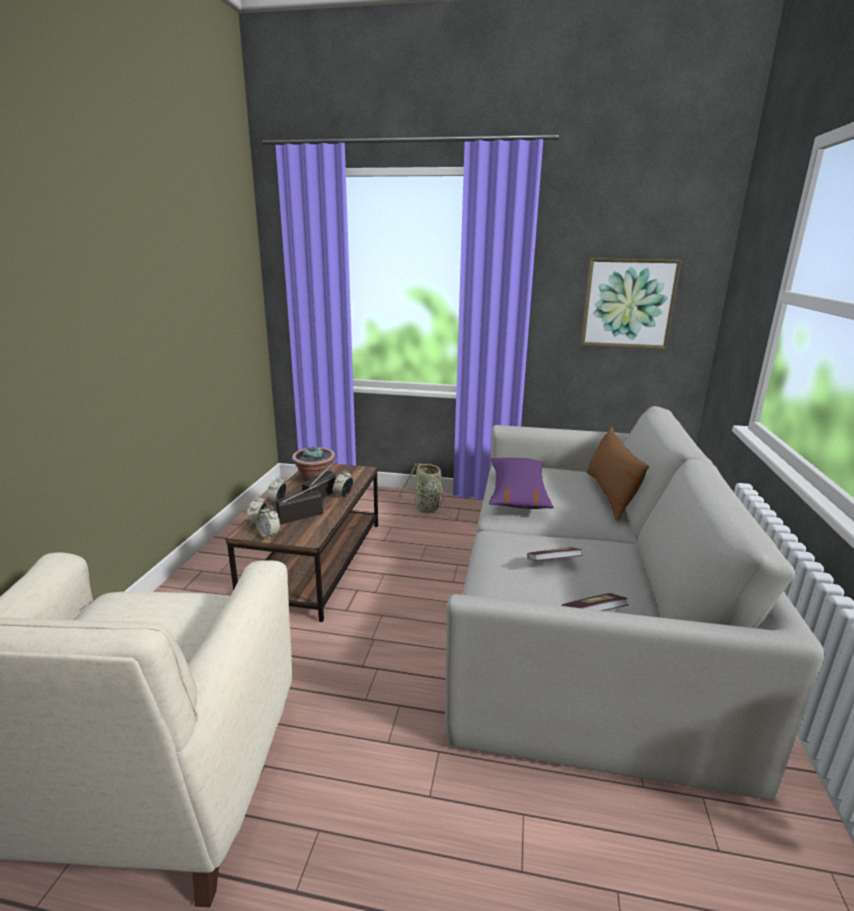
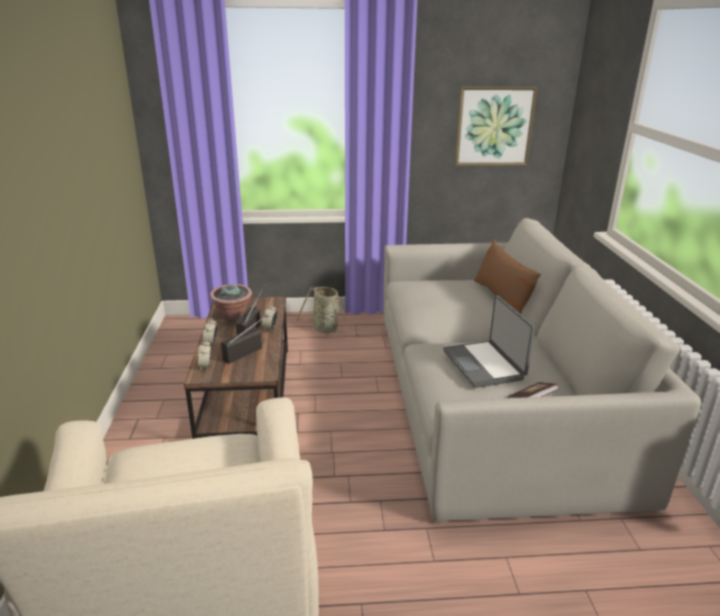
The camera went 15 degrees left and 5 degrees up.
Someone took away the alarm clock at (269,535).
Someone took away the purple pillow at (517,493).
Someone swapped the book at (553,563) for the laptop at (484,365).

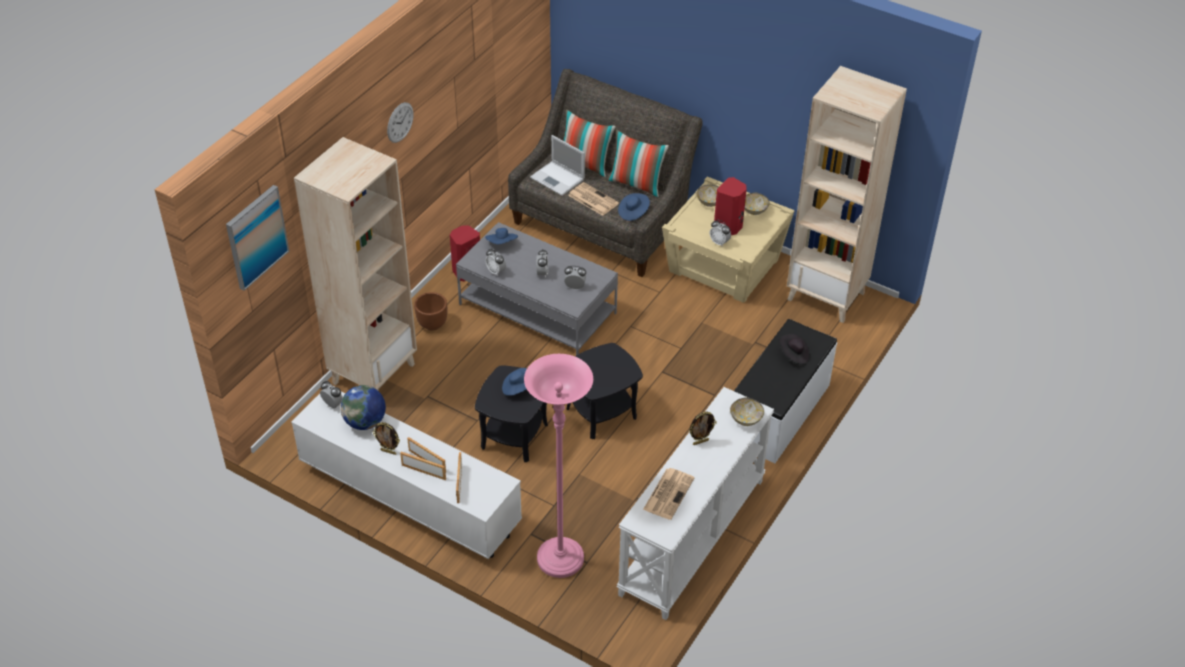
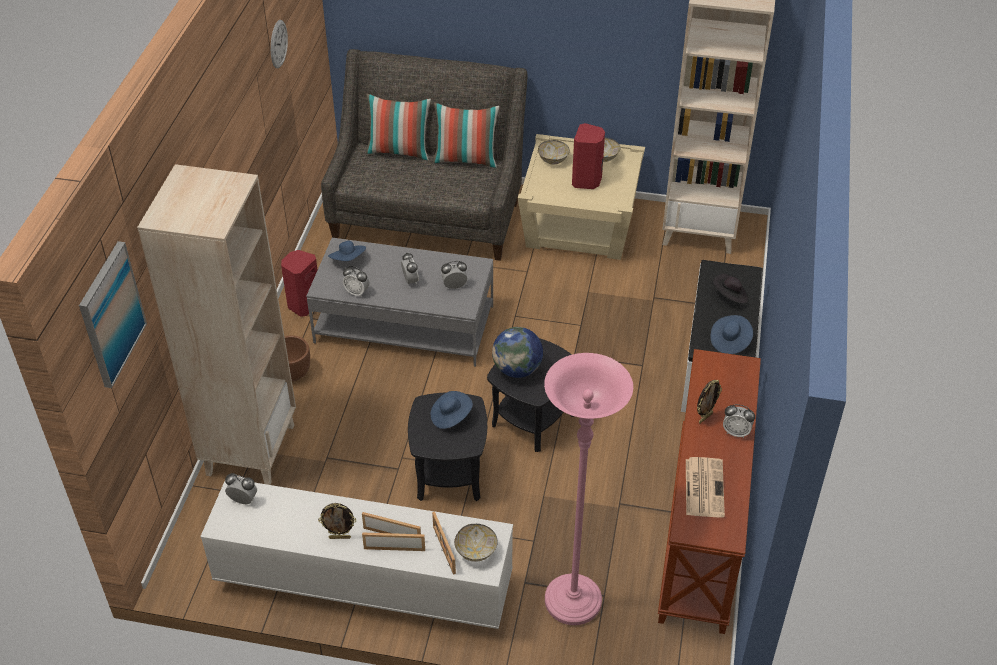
The camera went 20 degrees left and 0 degrees up.
Someone carried the globe from (365,422) to (517,369).
Someone carried the wall clock from (400,122) to (278,44).
Someone took away the laptop at (558,179).
Someone took away the newspaper at (592,199).
Someone repainted the white console table at (693,537), which became the brown console table at (703,529).
Someone carried the blue hat from (633,212) to (730,341).
Someone carried the alarm clock from (719,242) to (736,432).
Someone carried the bowl from (746,419) to (476,551).

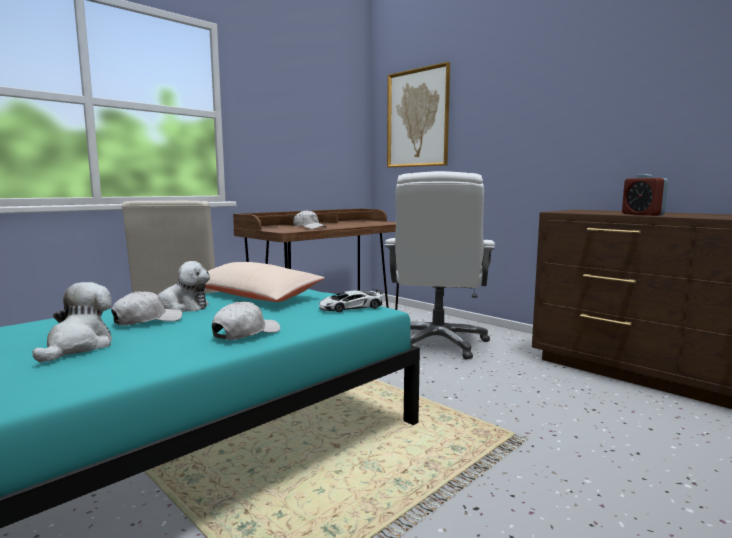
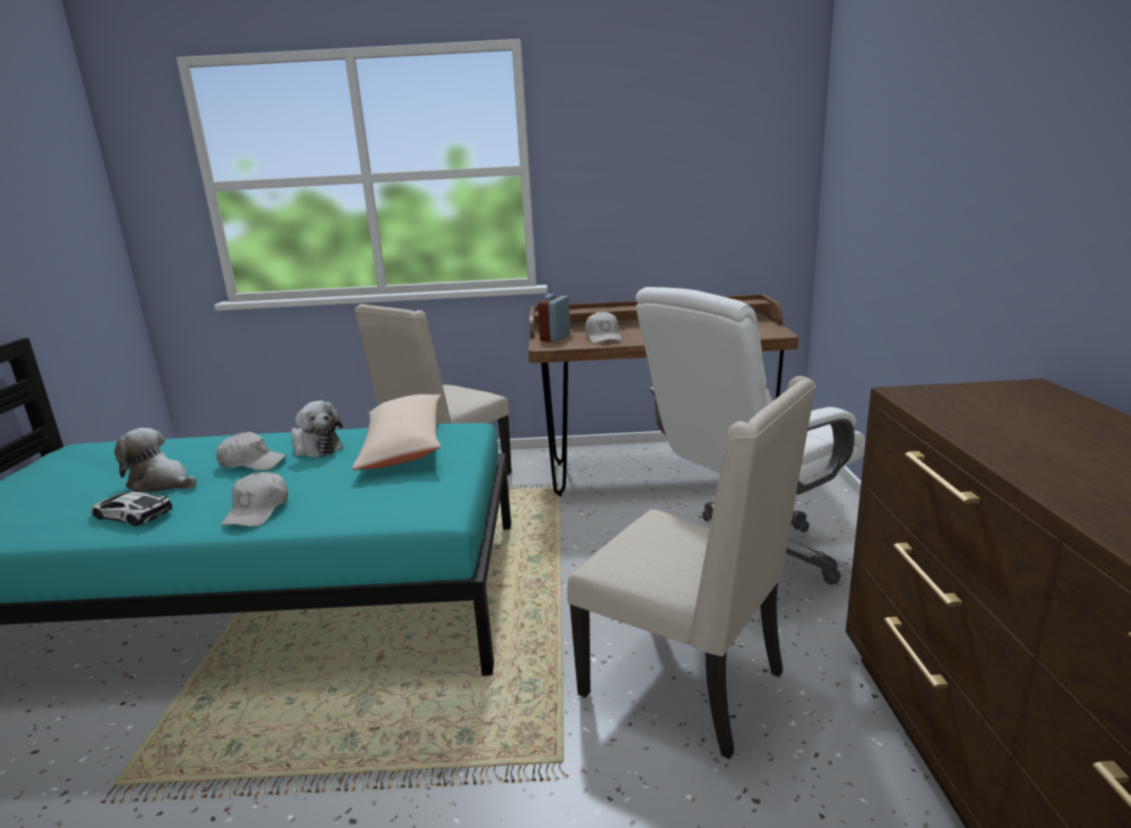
The camera went 45 degrees right and 10 degrees up.
Someone rotated the plush toy at (78,346) by 120 degrees counterclockwise.
Someone rotated the white cap at (246,333) by 105 degrees clockwise.
Someone carried the toy car from (351,307) to (132,514).
Someone took away the picture at (418,118).
Someone carried the alarm clock from (642,214) to (555,337).
Someone put down the beige chair at (687,684).

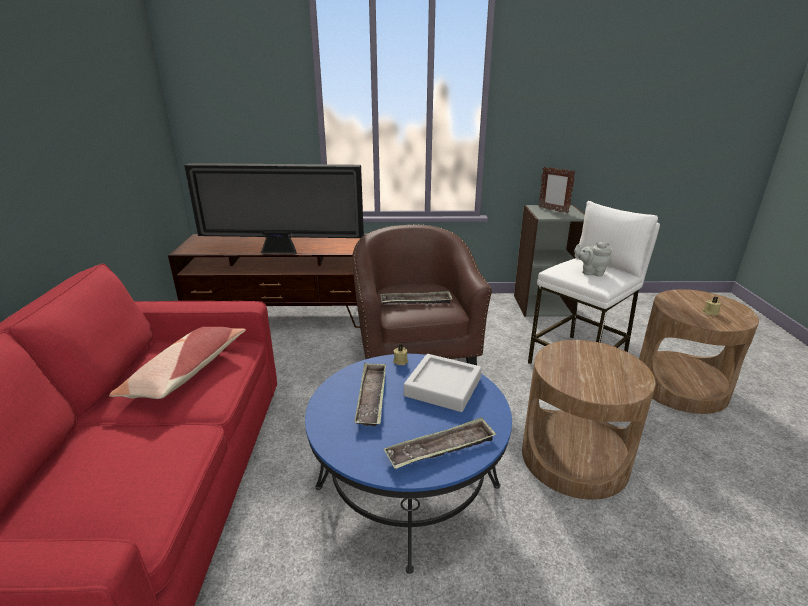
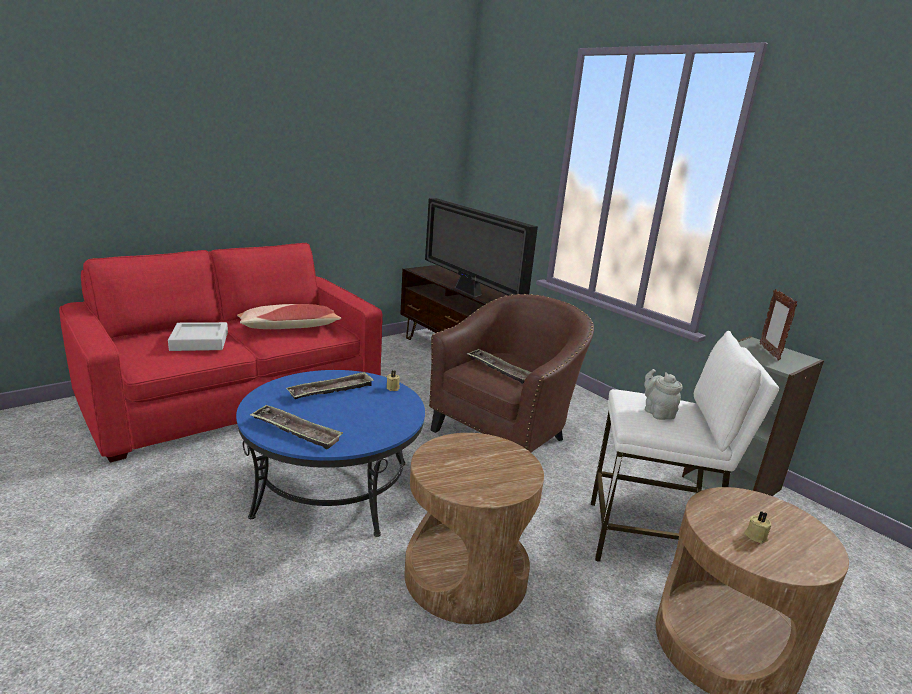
The camera went 50 degrees right and 5 degrees down.
Someone carried the grey tray from (443,387) to (199,341).

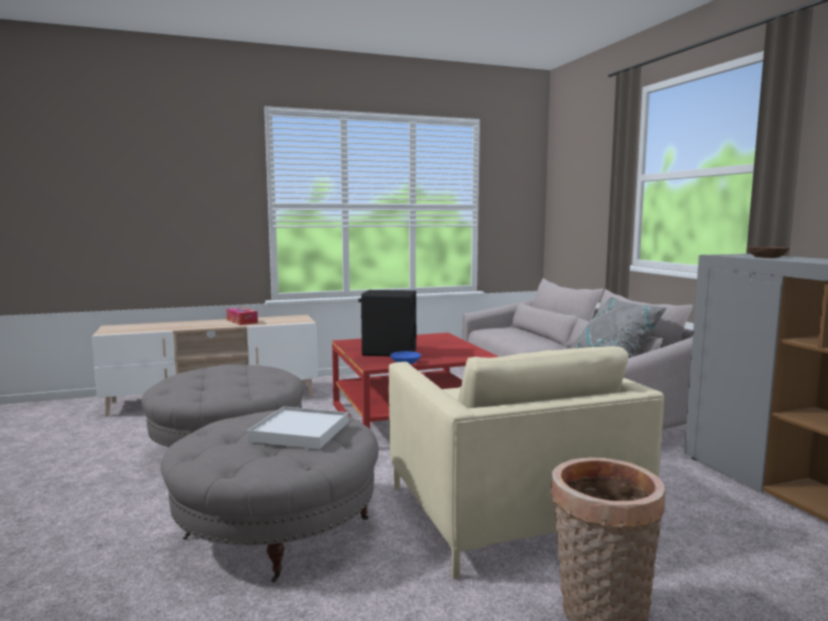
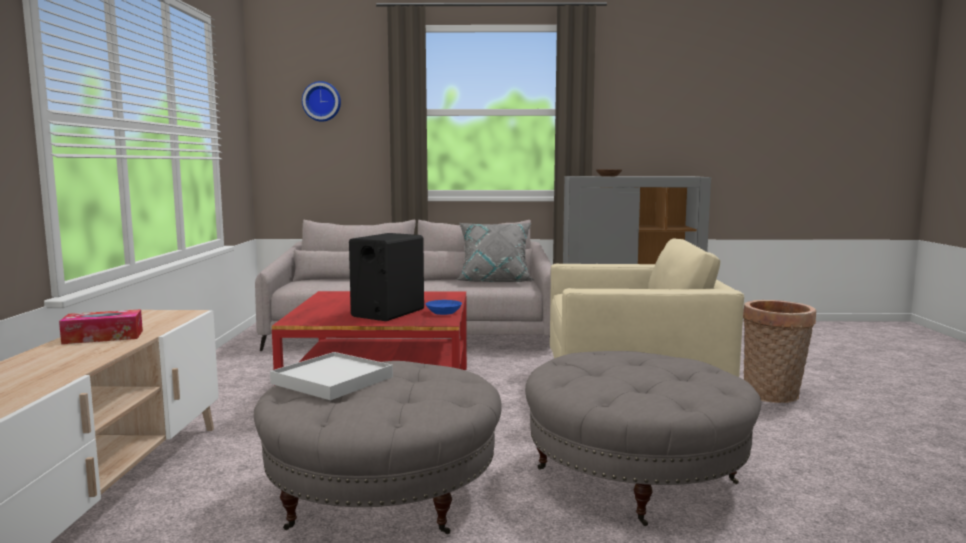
The camera went 70 degrees left and 0 degrees up.
Someone carried the white tray from (299,432) to (332,380).
Someone put up the wall clock at (322,101).

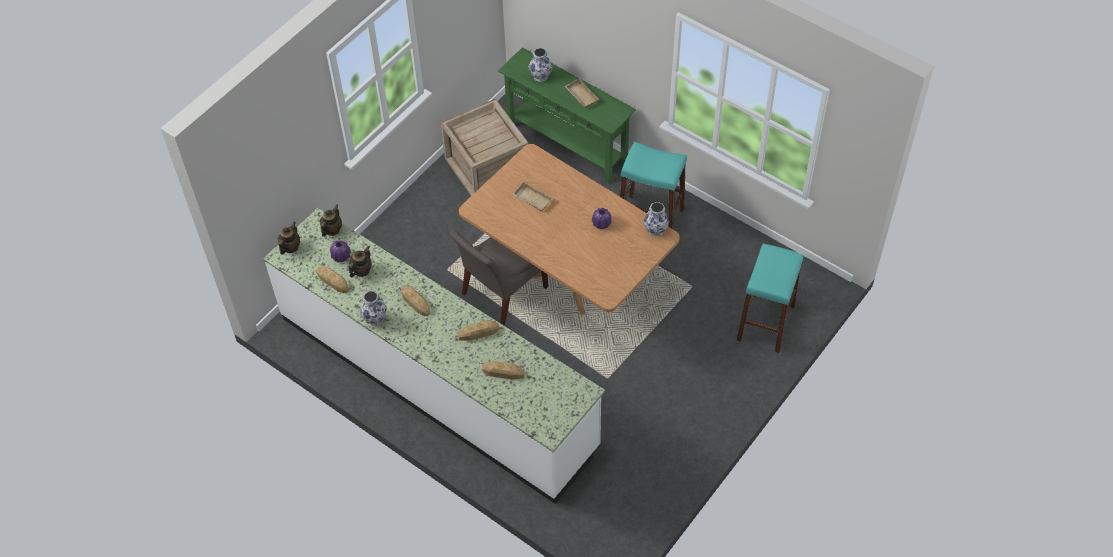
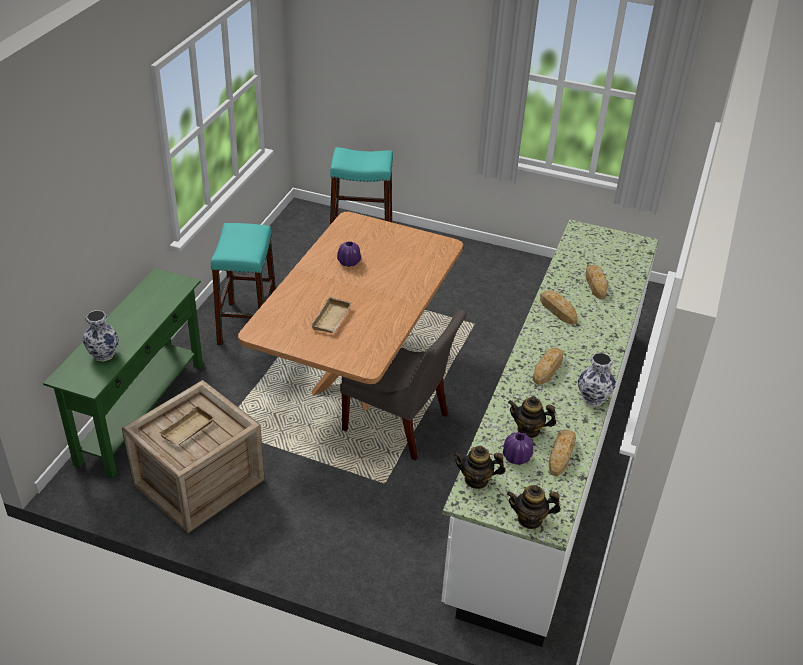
The camera went 110 degrees left and 15 degrees down.
Someone carried the beige tray from (580,96) to (188,431).
Someone took away the vase at (656,230).

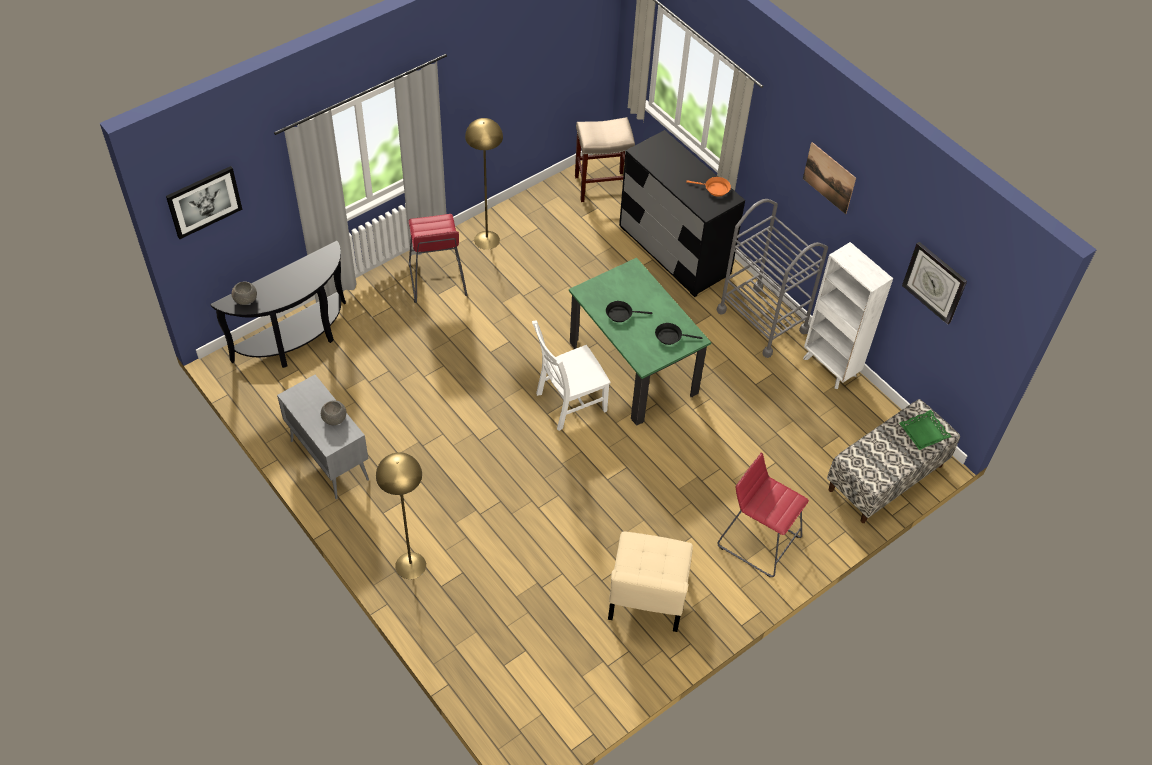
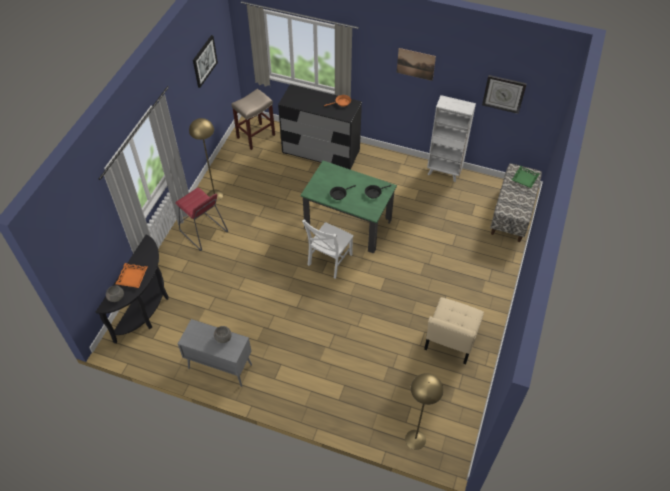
The camera went 30 degrees left and 0 degrees up.
Someone carried the picture from (204,201) to (204,61).
Someone carried the yellow floor lamp from (411,565) to (415,439).
Someone rotated the beige chair at (646,599) by 45 degrees clockwise.
Someone took away the grey cart at (762,321).
Someone took away the red stool at (759,541).
Someone put down the orange tray at (132,277).

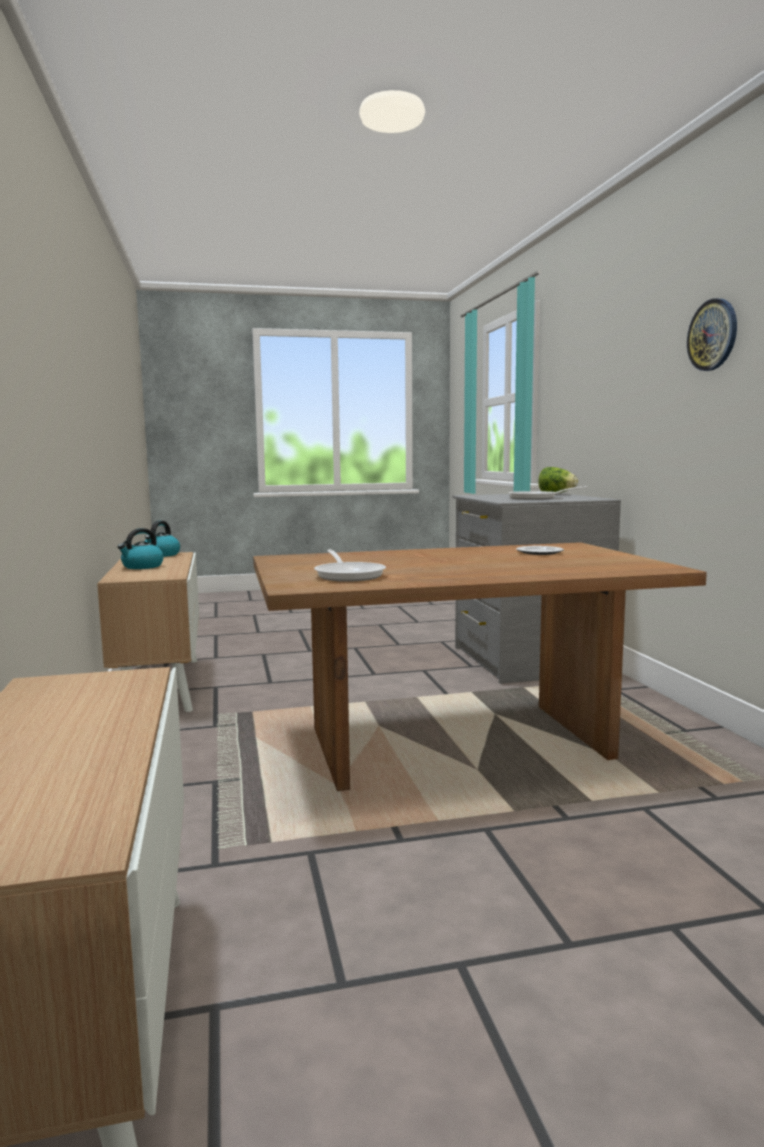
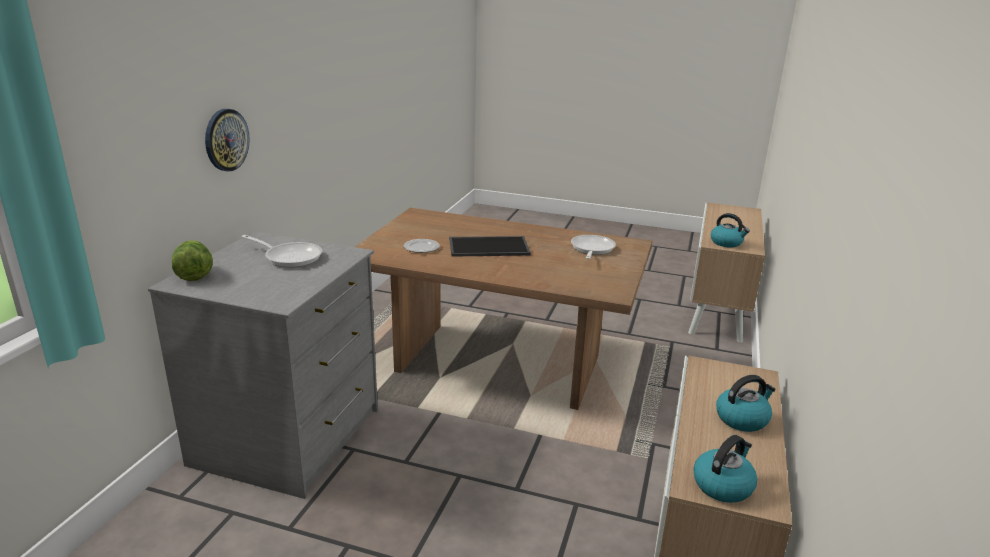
The camera went 150 degrees left and 15 degrees up.
Someone carried the wall clock from (713,335) to (226,140).
Someone put down the tray at (489,246).
Someone put down the kettle at (727,243).

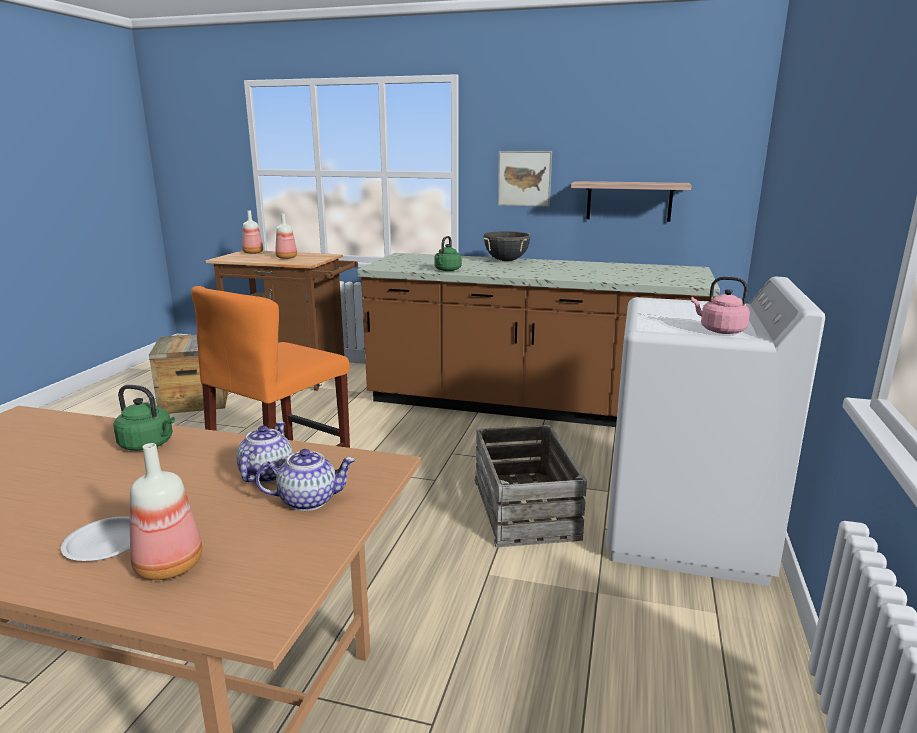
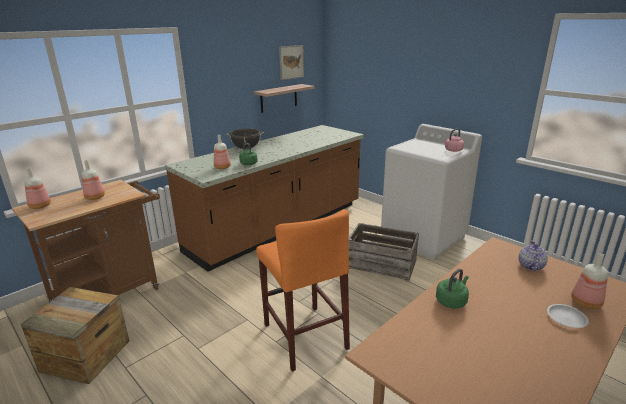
The camera went 60 degrees left and 5 degrees up.
Someone took away the teapot at (266,474).
Someone carried the picture from (524,178) to (291,62).
Someone put down the bottle at (222,167).

